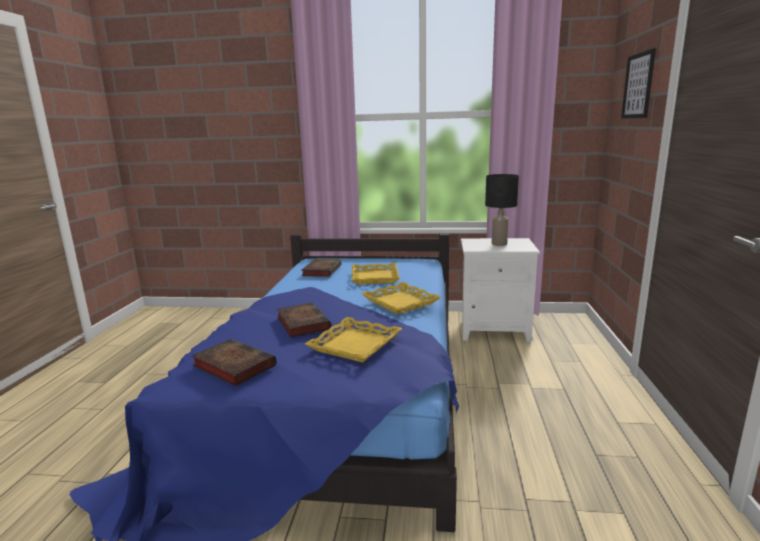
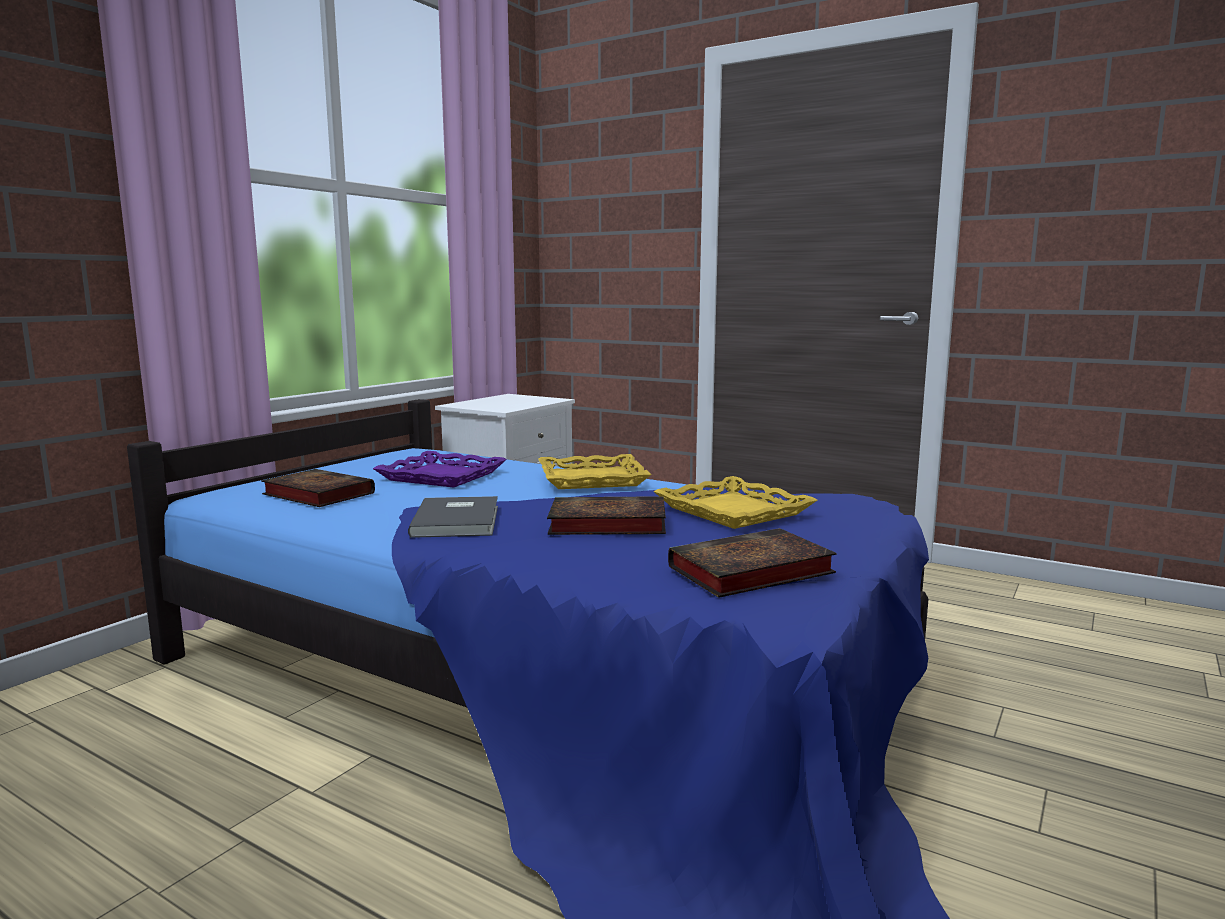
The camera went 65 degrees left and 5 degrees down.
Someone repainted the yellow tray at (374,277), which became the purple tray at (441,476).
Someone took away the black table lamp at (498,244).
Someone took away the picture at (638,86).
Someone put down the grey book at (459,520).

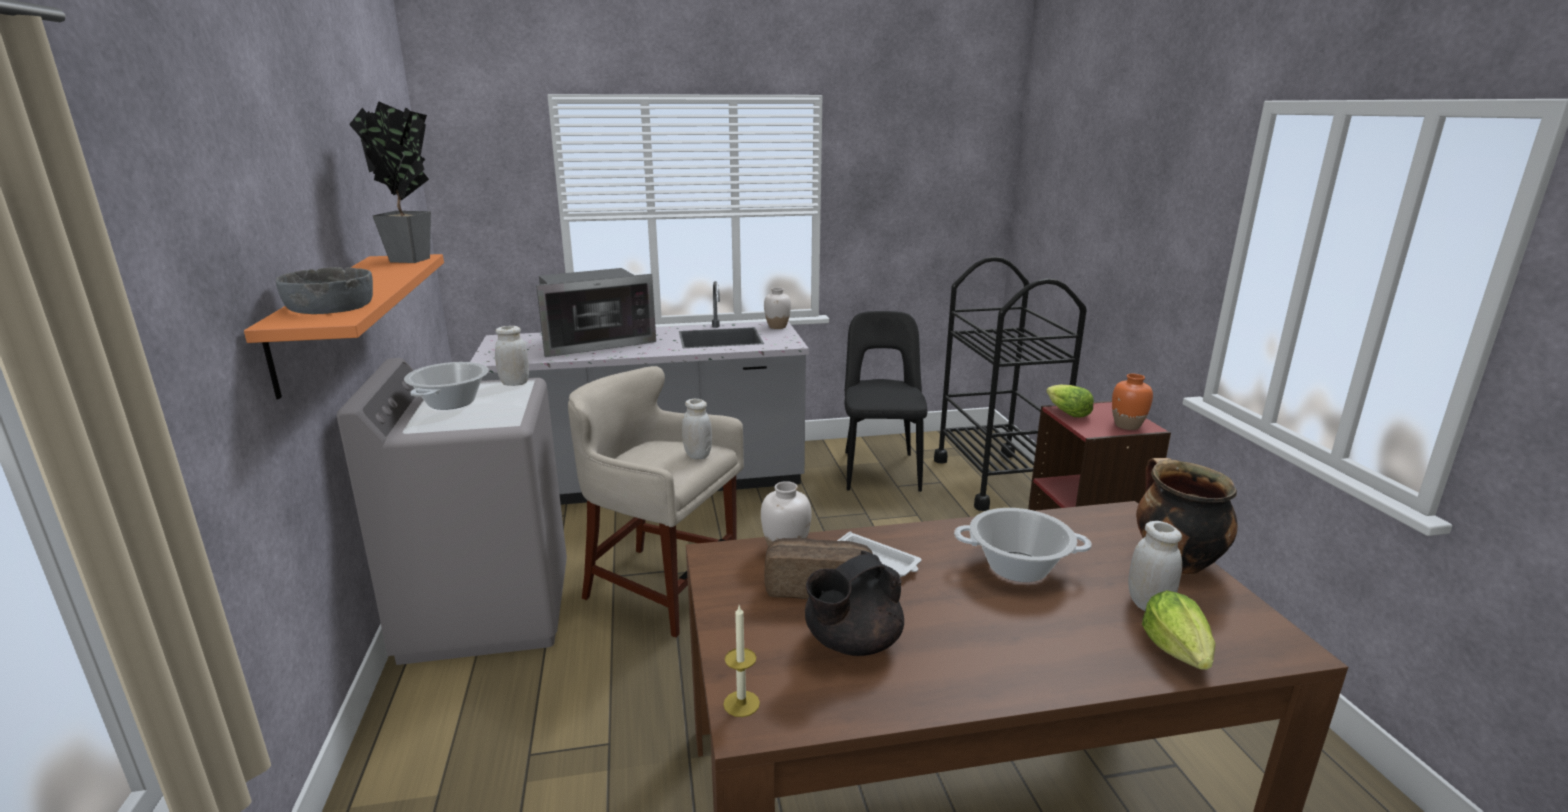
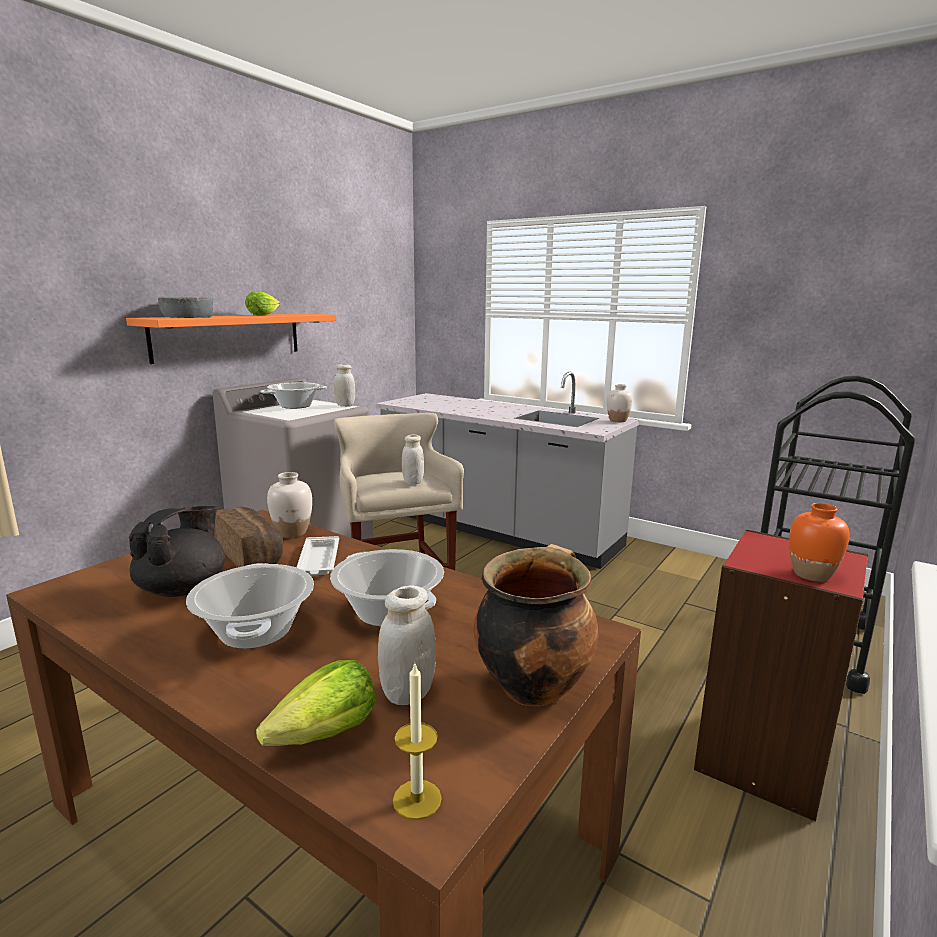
The camera went 45 degrees right and 5 degrees down.
Someone took away the potted plant at (413,260).
Someone took away the microwave at (595,342).
Someone carried the candle from (741,703) to (417,799).
Someone rotated the black teapot at (851,643) by 105 degrees clockwise.
Someone took away the black chair at (880,469).
Someone carried the lettuce from (1066,413) to (263,315).
Someone put down the cooking pot at (256,631).

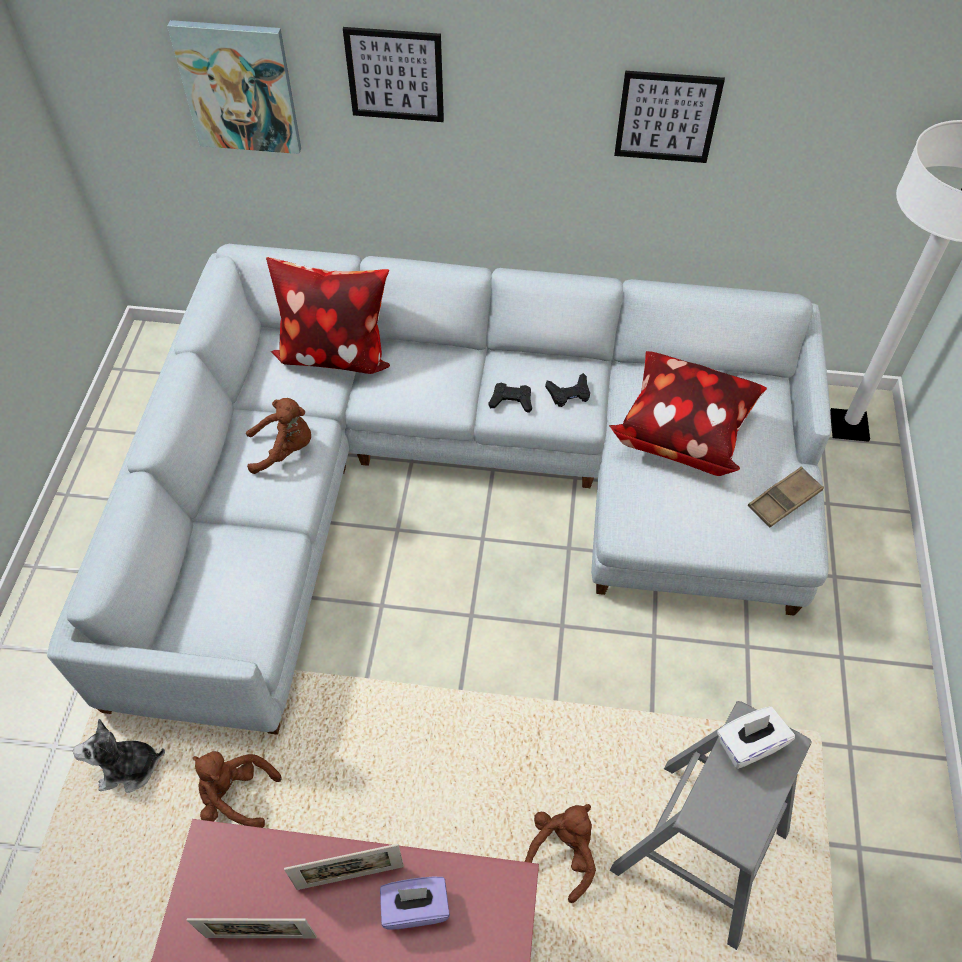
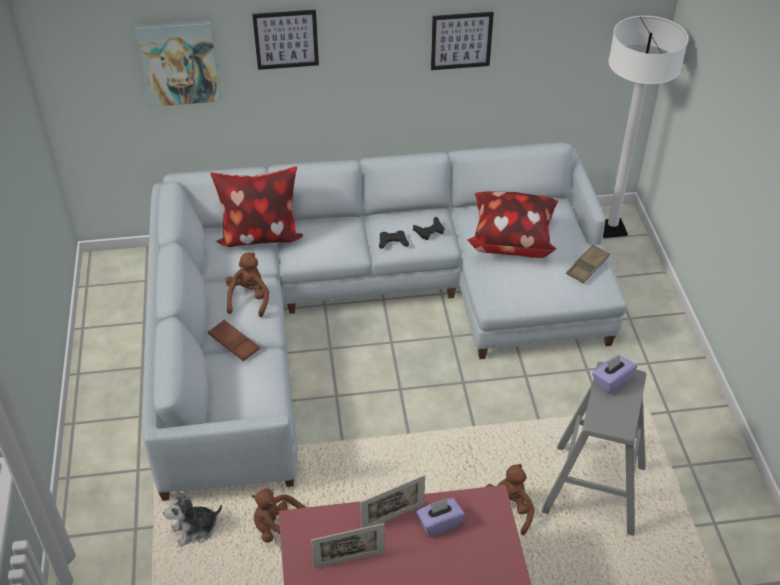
The camera went 15 degrees left and 10 degrees down.
Someone rotated the brown plush toy at (285,450) by 60 degrees counterclockwise.
Someone repainted the white tissue box at (749,744), which became the purple tissue box at (611,381).
Someone put down the brown tray at (234,343).

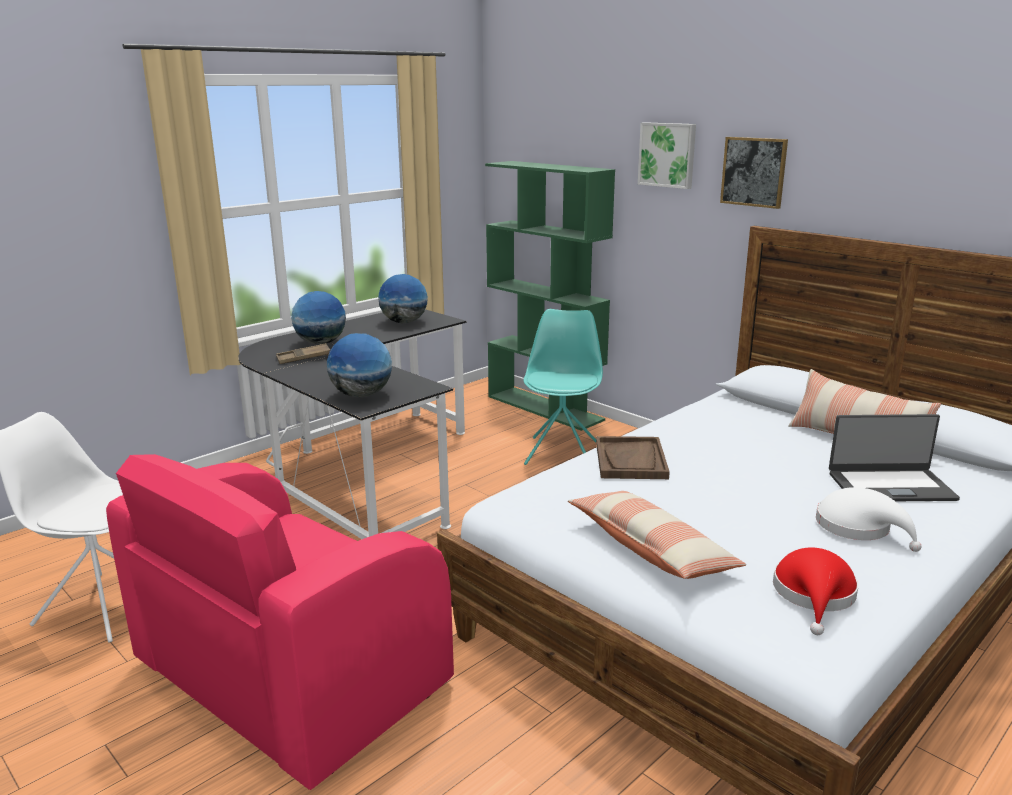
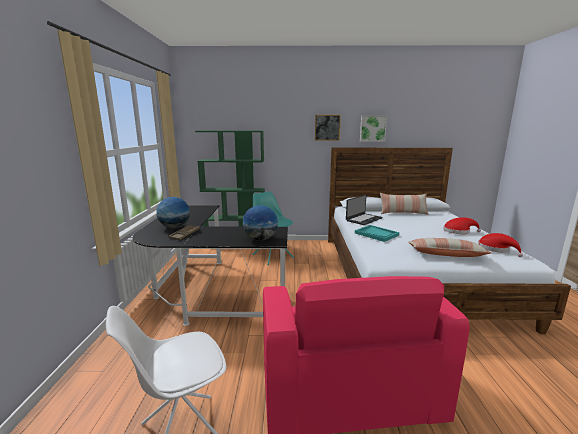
The camera went 45 degrees left and 5 degrees down.
Someone took away the globe at (404,322).
Someone repainted the brown tray at (631,460), which became the turquoise tray at (376,234).
Someone carried the picture from (668,155) to (372,128).
Someone repainted the white hat at (858,528), which became the red hat at (458,231).
Someone carried the laptop from (890,485) to (363,219).

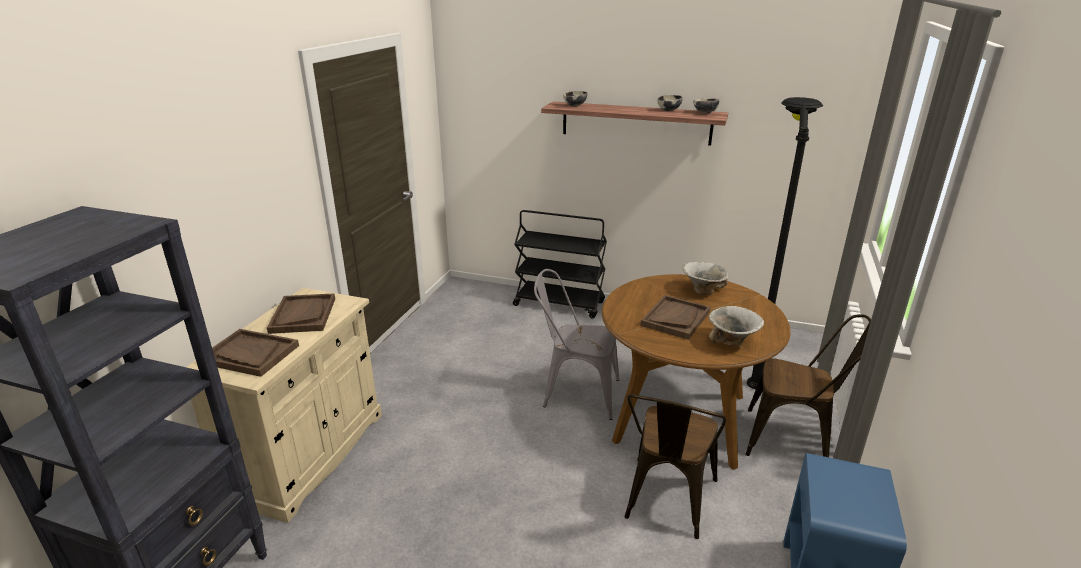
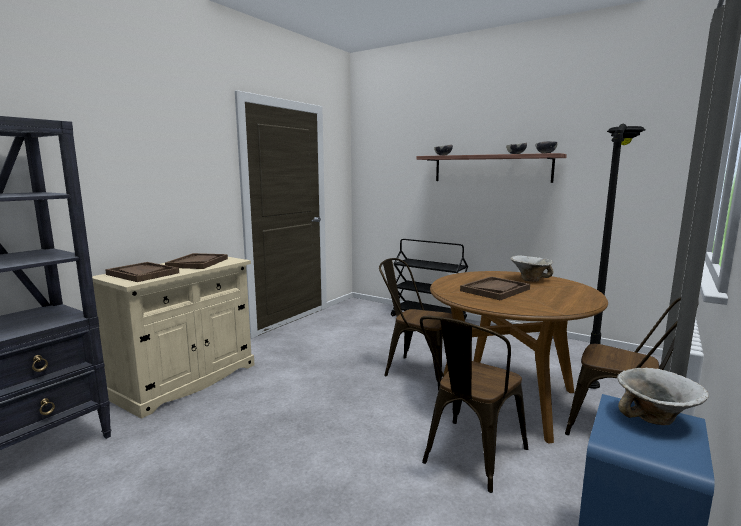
The camera went 15 degrees right and 15 degrees down.
Someone repainted the grey chair at (575,393), which became the brown chair at (415,370).
Someone carried the bowl from (732,342) to (655,420).

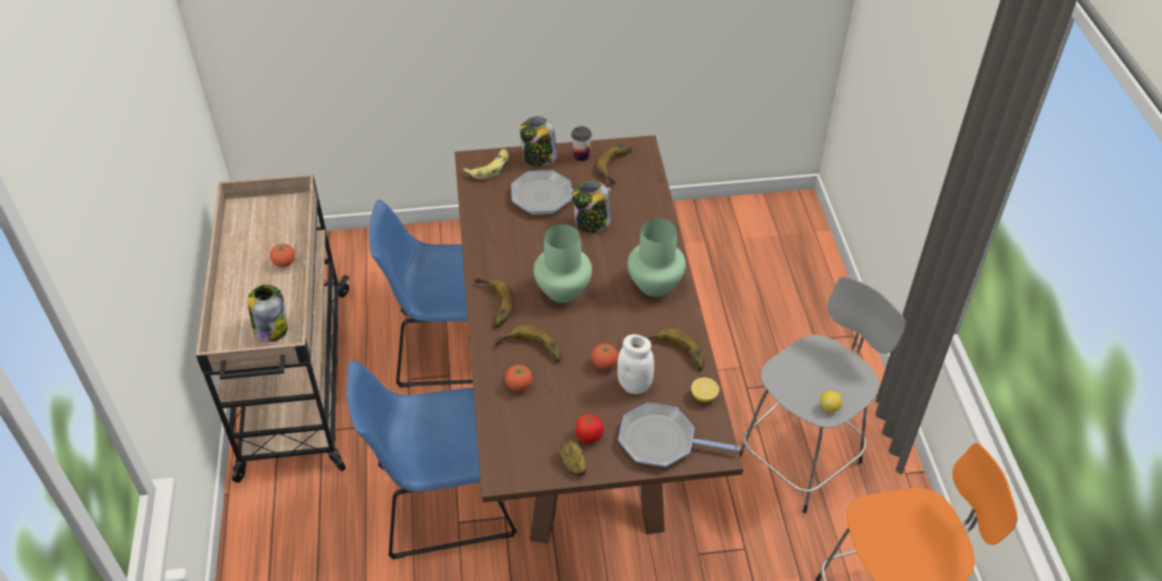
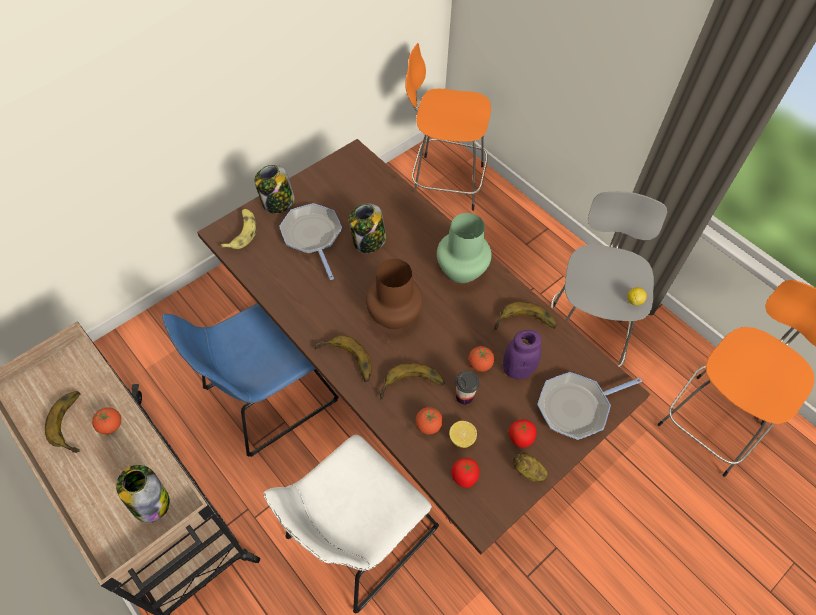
The camera went 35 degrees left and 10 degrees up.
Someone repainted the blue chair at (438,501), which became the white chair at (357,537).
Someone rotated the frying pan at (546,197) by 105 degrees clockwise.
Someone repainted the green vase at (564,290), which became the brown vase at (395,315).
Someone carried the cup from (581,156) to (464,396).
Someone carried the banana from (618,167) to (74,422).
Someone repainted the white jar at (634,385), which became the purple jar at (517,369).
Someone carried the lemon from (704,396) to (462,438).
Someone put down the orange stool at (445,182).
Someone put down the tomato at (464,477).

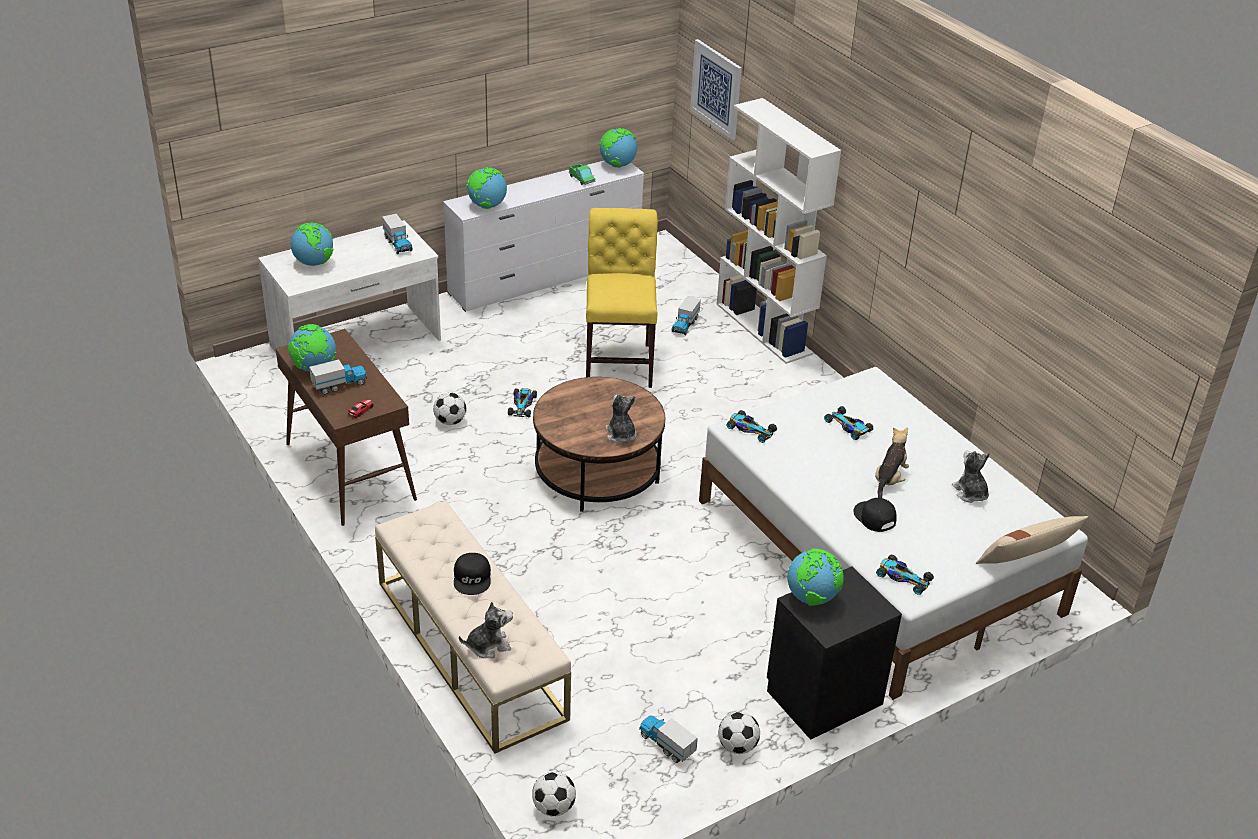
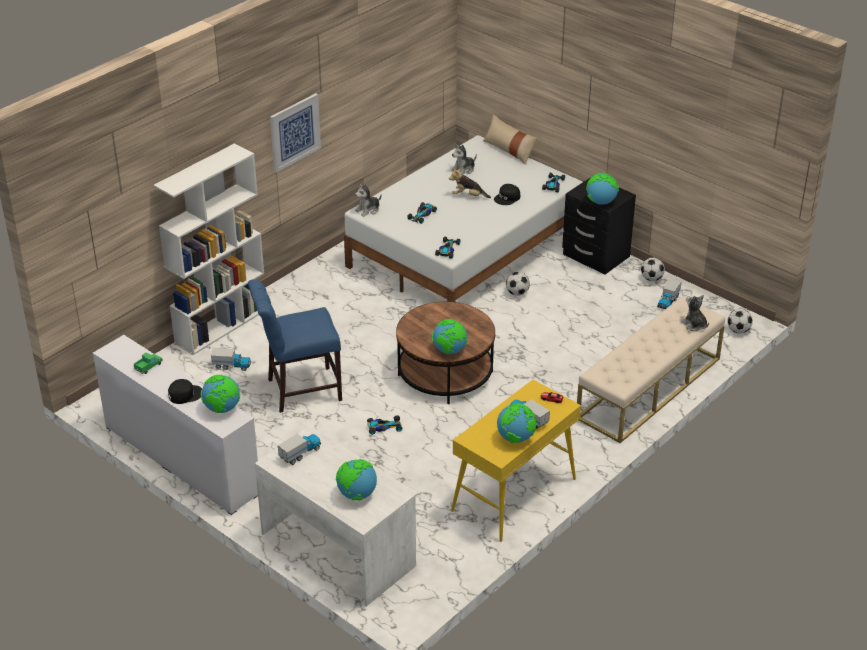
The camera went 105 degrees left and 0 degrees up.
Someone repainted the brown console table at (349,471), which became the yellow console table at (514,495).
Someone carried the football from (450,421) to (517,293).
Someone carried the black cap from (473,578) to (185,394).
Someone repainted the yellow chair at (619,361), which became the blue chair at (299,390).
Someone carried the globe from (617,165) to (450,351).
Someone carried the plush toy from (621,435) to (368,210).
Someone carried the picture from (716,89) to (295,132).

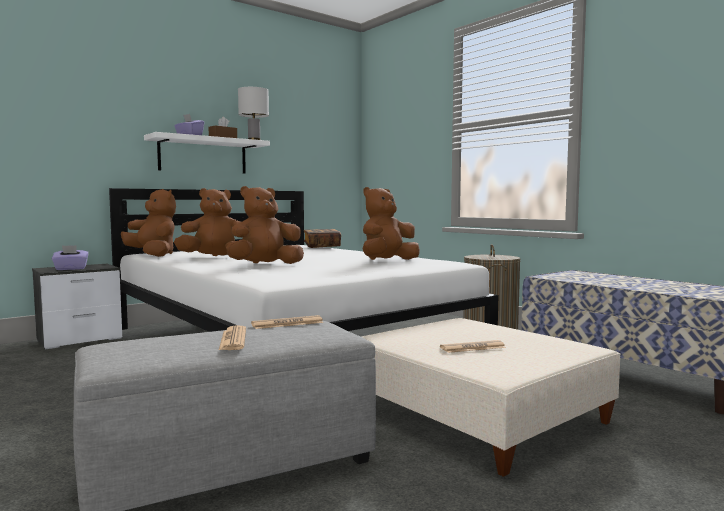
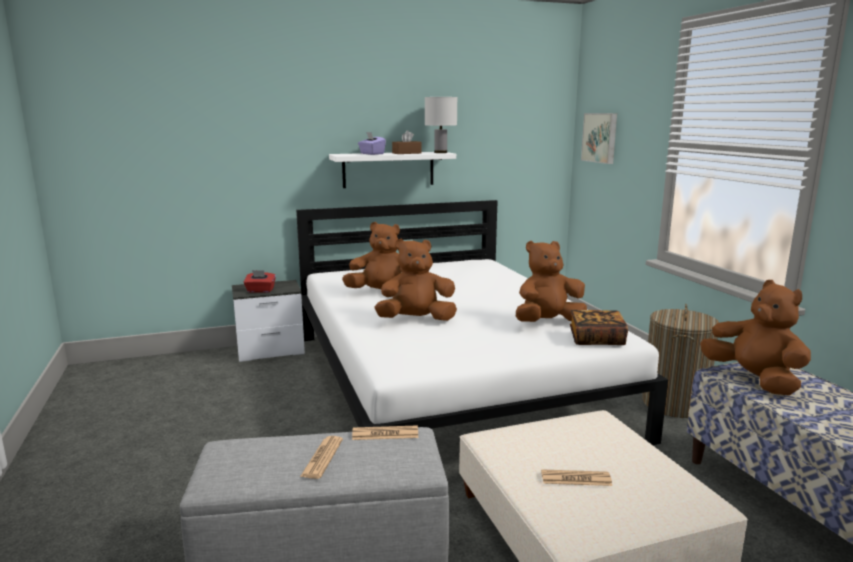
The camera went 20 degrees right and 10 degrees up.
Someone repainted the purple tissue box at (71,269), which became the red tissue box at (260,290).
Someone carried the brown plush toy from (153,255) to (753,380).
Someone carried the book from (322,246) to (596,339).
Someone put up the picture at (600,137).

